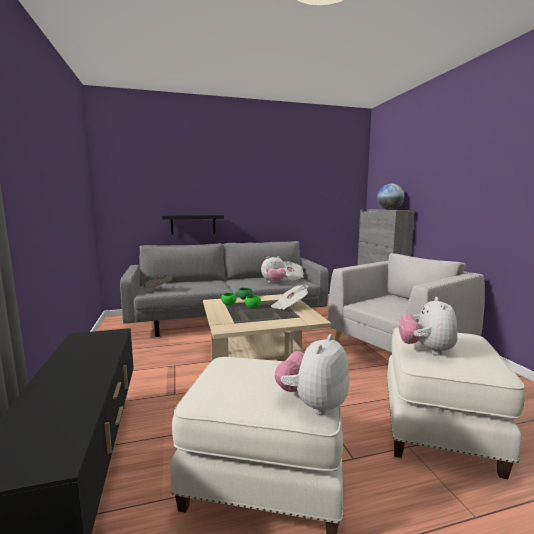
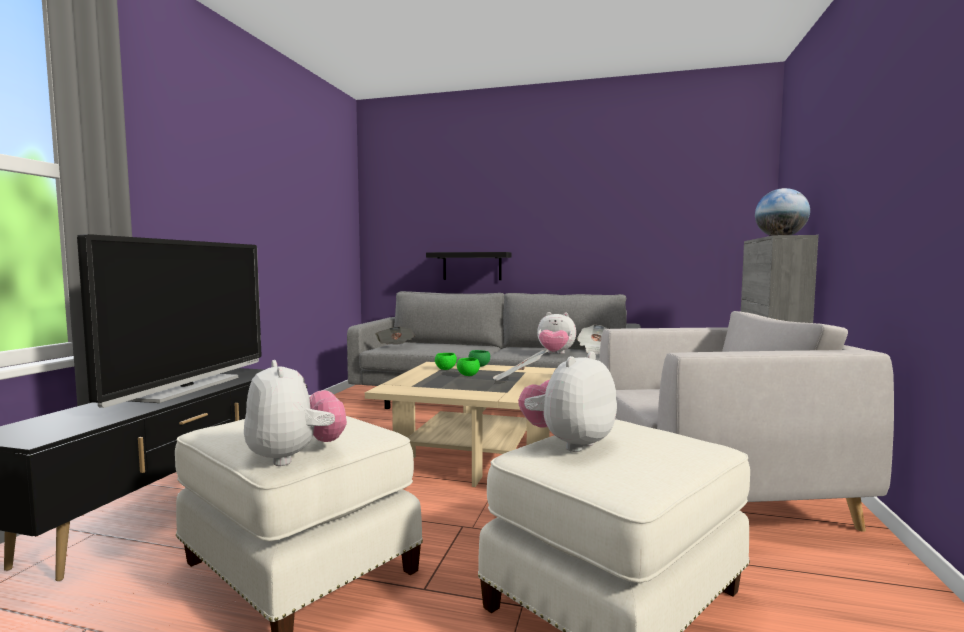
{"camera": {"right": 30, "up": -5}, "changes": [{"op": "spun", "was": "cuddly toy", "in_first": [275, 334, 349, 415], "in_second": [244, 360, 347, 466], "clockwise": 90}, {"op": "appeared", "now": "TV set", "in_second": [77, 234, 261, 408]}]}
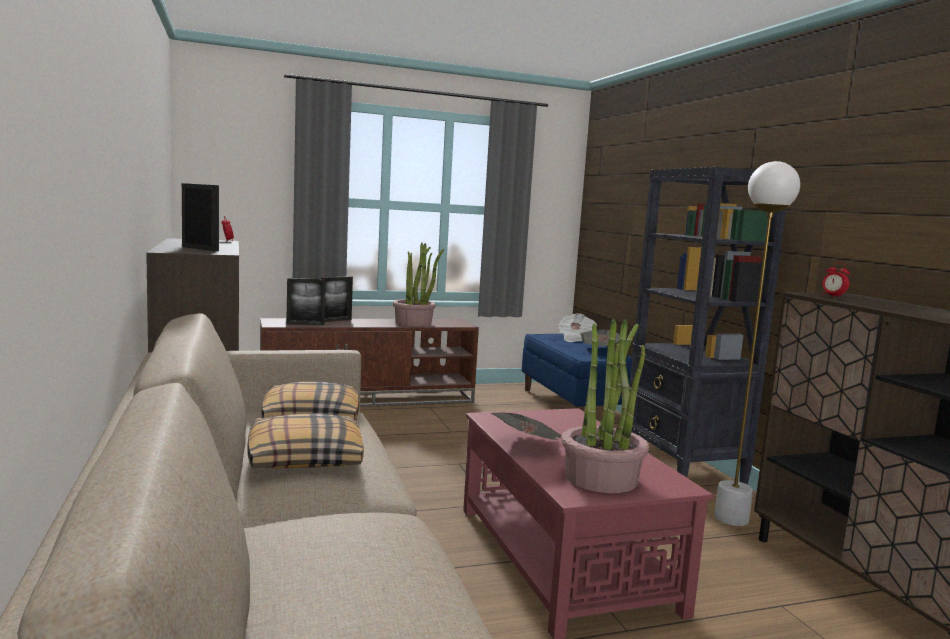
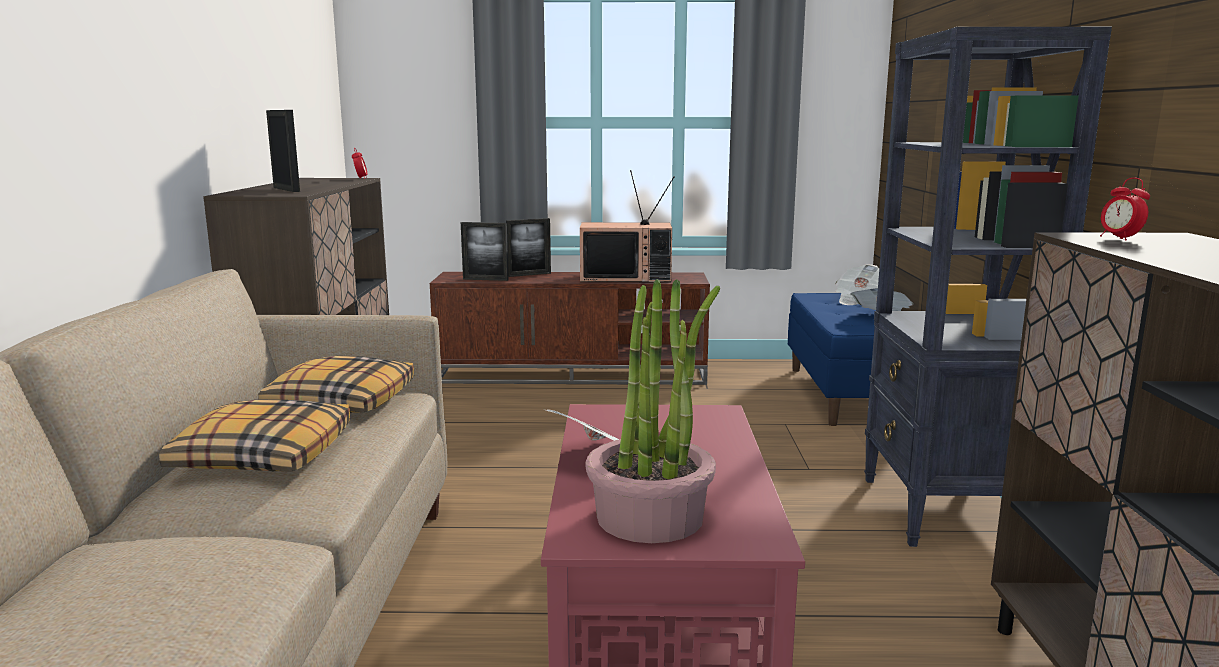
{"camera": {"right": 20, "up": 5}, "changes": [{"op": "exchanged", "was": "potted plant", "now": "TV set", "in_first": [393, 243, 444, 326], "in_second": [580, 170, 675, 282]}, {"op": "missing", "was": "floor lamp in white", "in_first": [714, 161, 800, 526]}]}
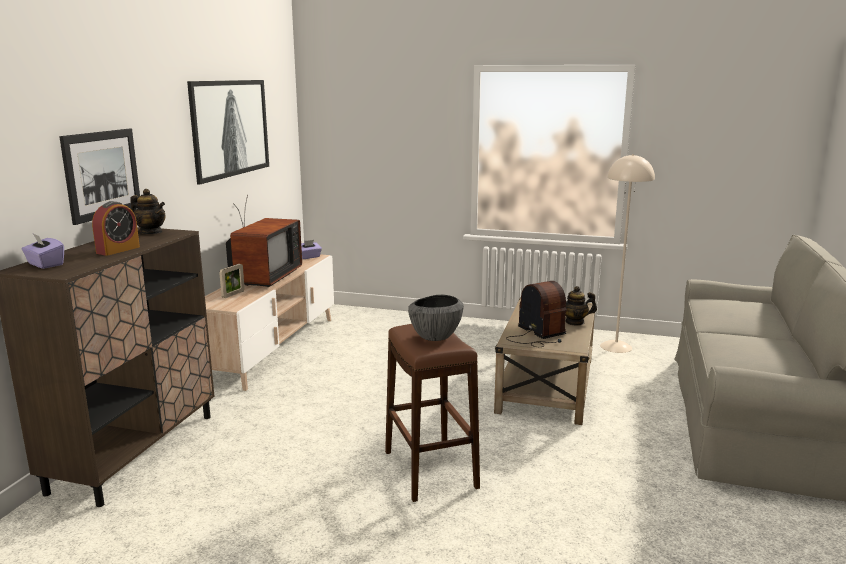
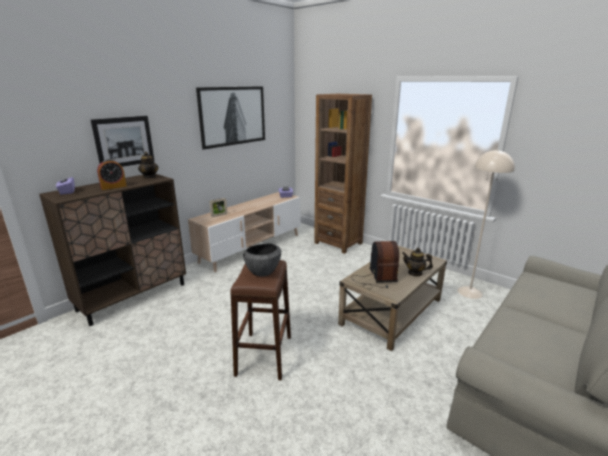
{"camera": {"right": 25, "up": 5}, "changes": [{"op": "missing", "was": "TV set", "in_first": [226, 195, 302, 287]}, {"op": "appeared", "now": "bookcase in brown", "in_second": [314, 94, 372, 254]}]}
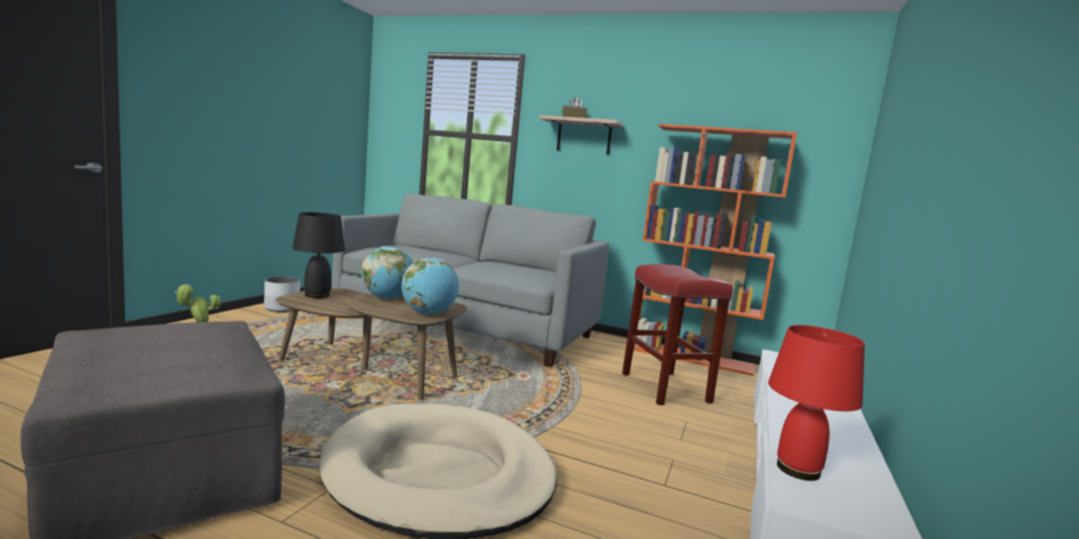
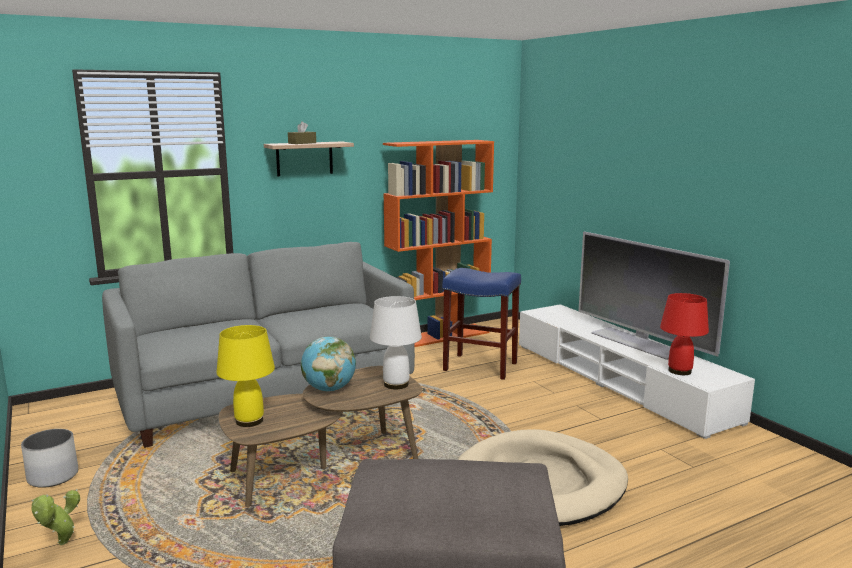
{"camera": {"right": -50, "up": 5}, "changes": [{"op": "colour", "was": "table lamp in black-coloured", "now": "table lamp in yellow", "in_first": [292, 212, 345, 298], "in_second": [216, 325, 275, 427]}, {"op": "exchanged", "was": "world globe", "now": "table lamp in white", "in_first": [402, 258, 459, 315], "in_second": [370, 296, 422, 389]}, {"op": "colour", "was": "stool in red-coloured", "now": "stool in blue-coloured", "in_first": [622, 264, 733, 405], "in_second": [442, 268, 521, 380]}, {"op": "appeared", "now": "TV set", "in_second": [578, 231, 730, 360]}]}
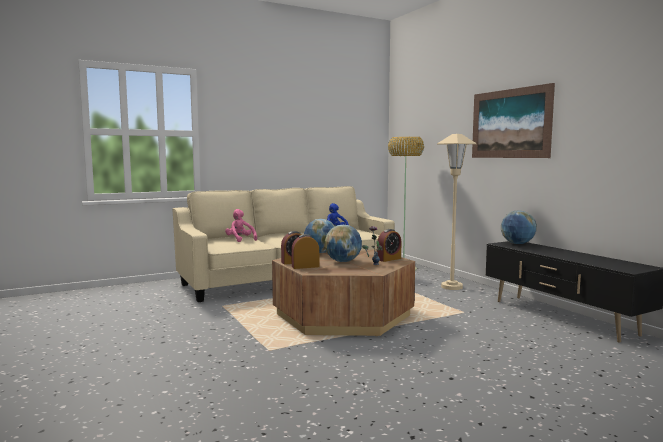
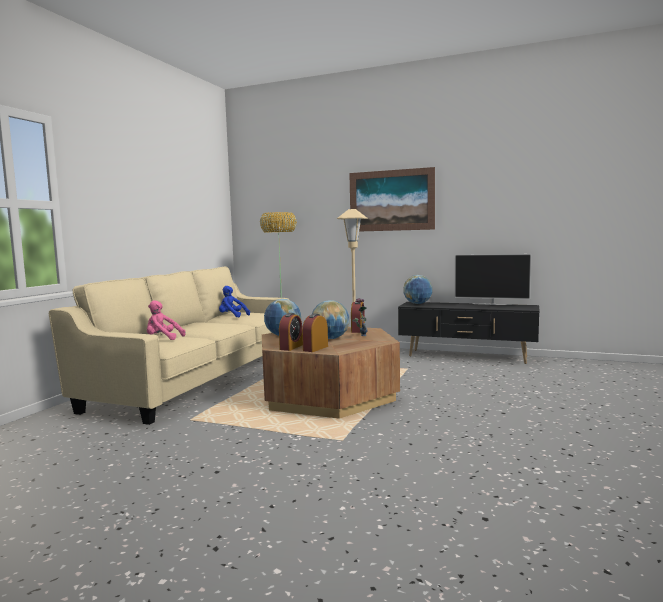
{"camera": {"right": -40, "up": 0}, "changes": [{"op": "appeared", "now": "TV set", "in_second": [454, 254, 531, 305]}]}
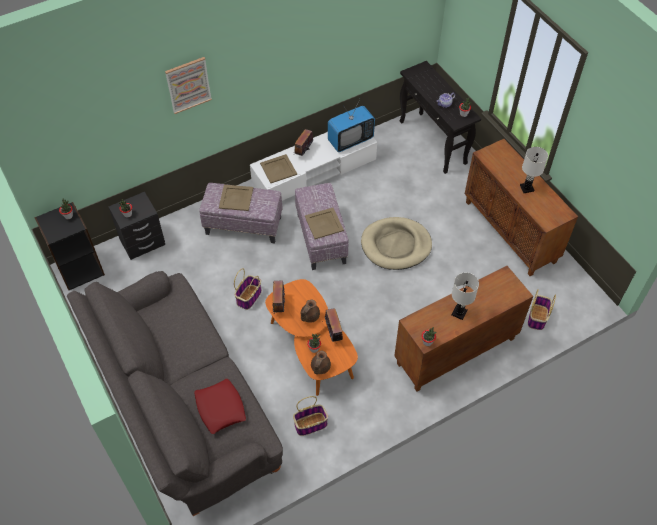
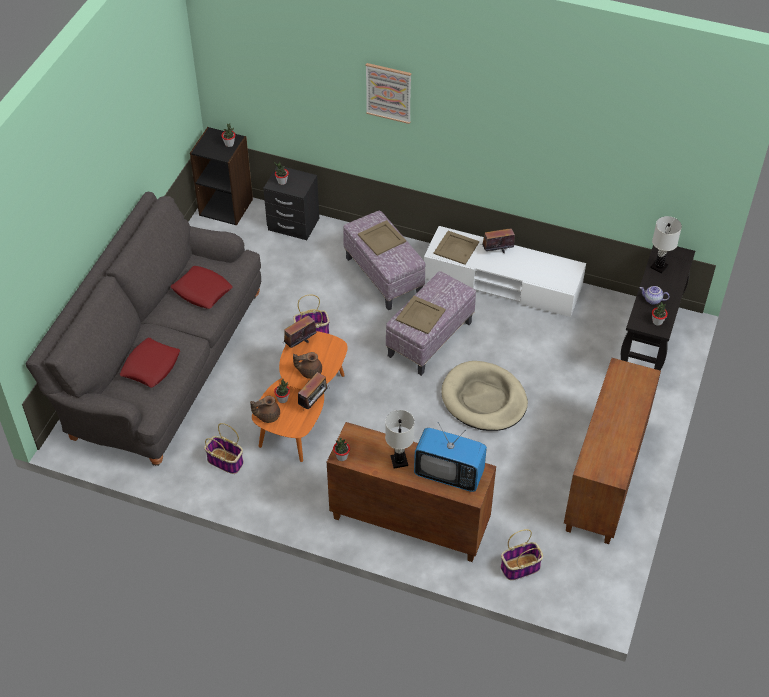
{"camera": {"right": 50, "up": -5}, "changes": [{"op": "relocated", "was": "TV set", "in_first": [328, 99, 375, 152], "in_second": [414, 422, 487, 492]}, {"op": "relocated", "was": "table lamp in white", "in_first": [520, 147, 548, 193], "in_second": [650, 216, 682, 274]}, {"op": "appeared", "now": "cushion in red-coloured", "in_second": [170, 266, 233, 309]}]}
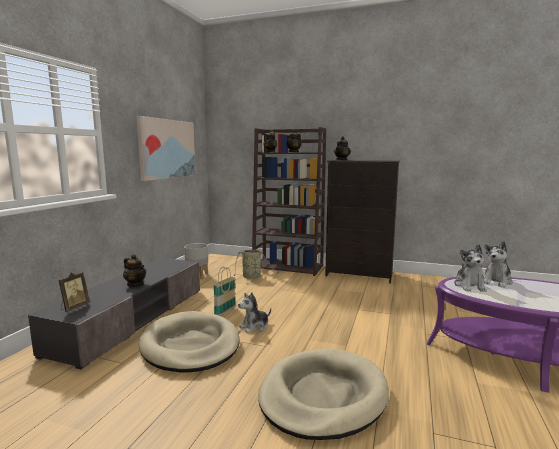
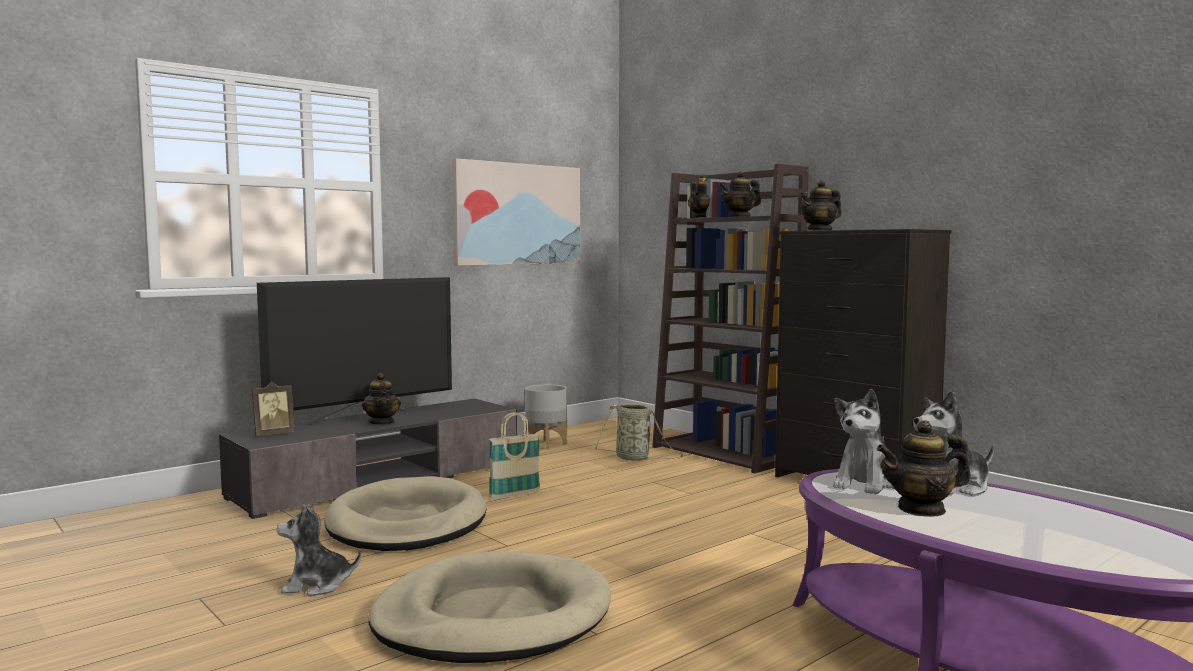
{"camera": {"right": 30, "up": -5}, "changes": [{"op": "relocated", "was": "cuddly toy", "in_first": [238, 292, 271, 333], "in_second": [277, 504, 361, 596]}, {"op": "appeared", "now": "TV set", "in_second": [257, 277, 452, 425]}, {"op": "appeared", "now": "pot for tea", "in_second": [877, 420, 971, 517]}]}
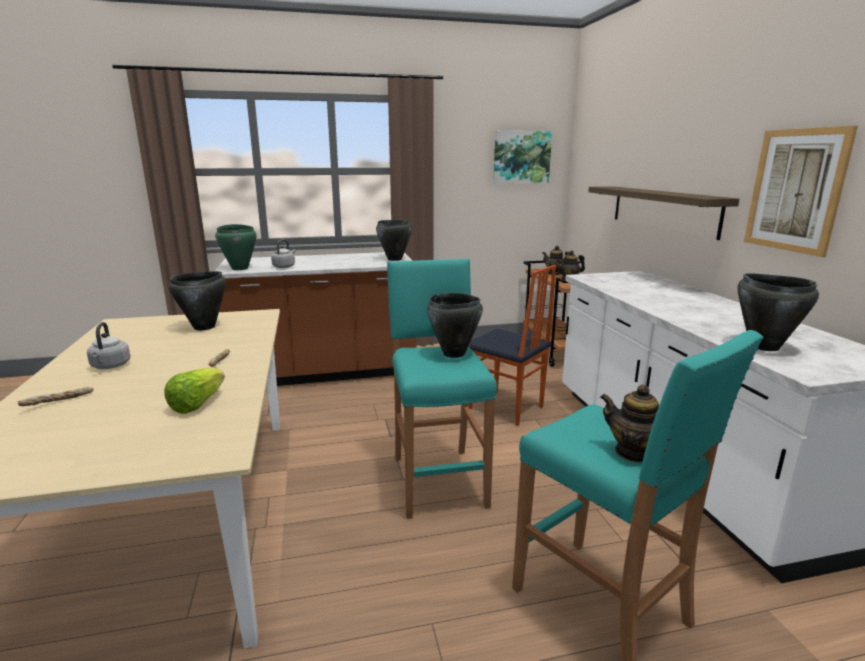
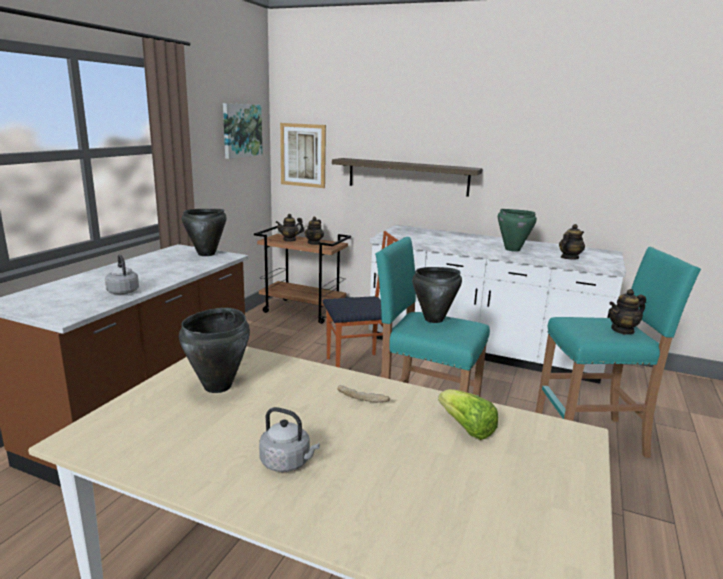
{"camera": {"right": -55, "up": 0}, "changes": [{"op": "missing", "was": "bread", "in_first": [18, 387, 94, 406]}, {"op": "relocated", "was": "cooking pot in green-coloured", "in_first": [215, 224, 256, 270], "in_second": [498, 209, 537, 252]}, {"op": "exchanged", "was": "cooking pot in black-coloured", "now": "pot for tea", "in_first": [738, 273, 819, 351], "in_second": [559, 224, 585, 259]}, {"op": "relocated", "was": "wall picture", "in_first": [744, 126, 858, 257], "in_second": [280, 123, 326, 188]}]}
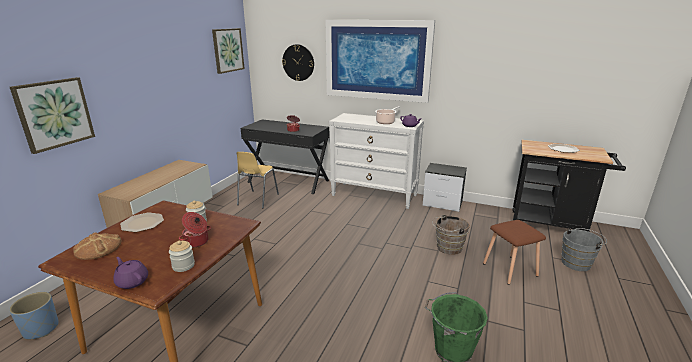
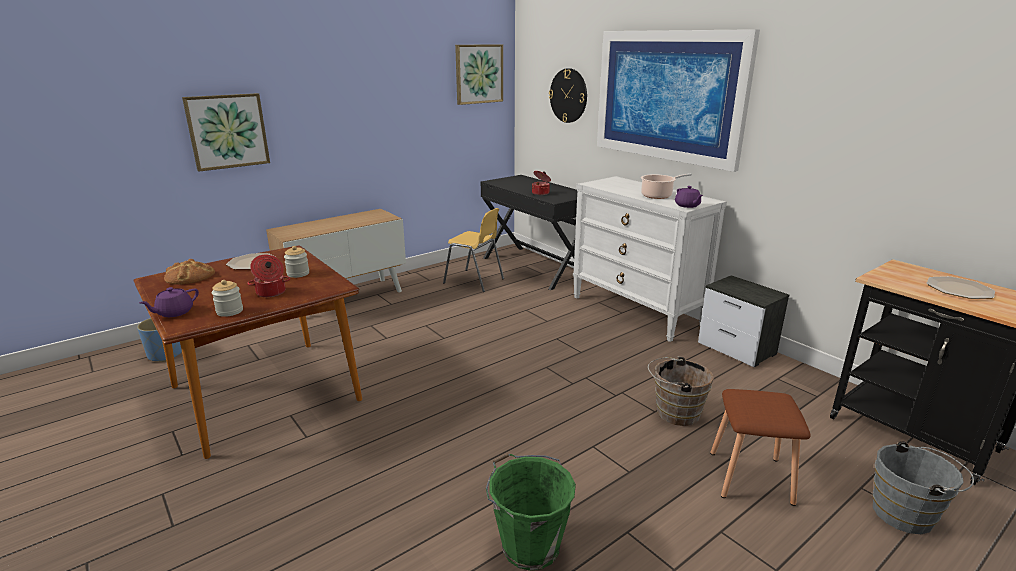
{"camera": {"right": 30, "up": 0}, "changes": [{"op": "spun", "was": "pot for tea in purplish", "in_first": [114, 257, 148, 289], "in_second": [139, 287, 199, 317], "clockwise": -120}, {"op": "spun", "was": "chair in yellow", "in_first": [236, 152, 279, 208], "in_second": [443, 208, 504, 292], "clockwise": -105}]}
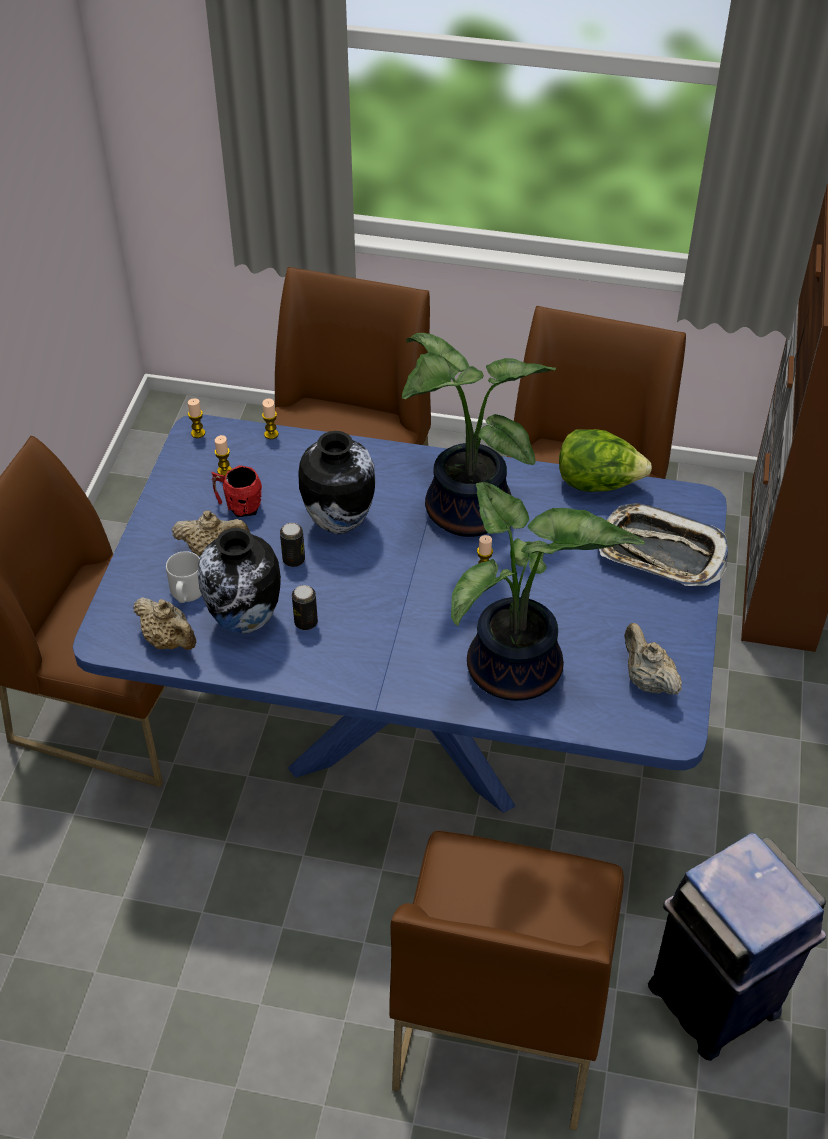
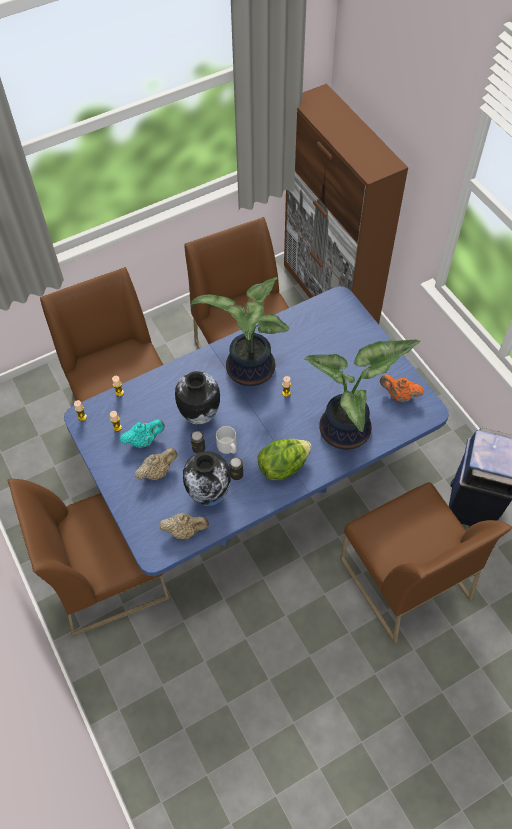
{"camera": {"right": -40, "up": 10}, "changes": [{"op": "relocated", "was": "coffee mug in gray", "in_first": [166, 551, 202, 603], "in_second": [216, 426, 237, 454]}, {"op": "exchanged", "was": "coffee mug in red-coloured", "now": "pot for tea in turquoise-coloured", "in_first": [212, 465, 262, 517], "in_second": [120, 419, 165, 448]}, {"op": "relocated", "was": "lettuce head", "in_first": [559, 429, 652, 492], "in_second": [257, 439, 312, 481]}, {"op": "missing", "was": "carrying tray", "in_first": [599, 503, 728, 586]}, {"op": "colour", "was": "pot for tea in sand-coloured", "now": "pot for tea in orange", "in_first": [625, 623, 682, 695], "in_second": [380, 374, 424, 402]}]}
